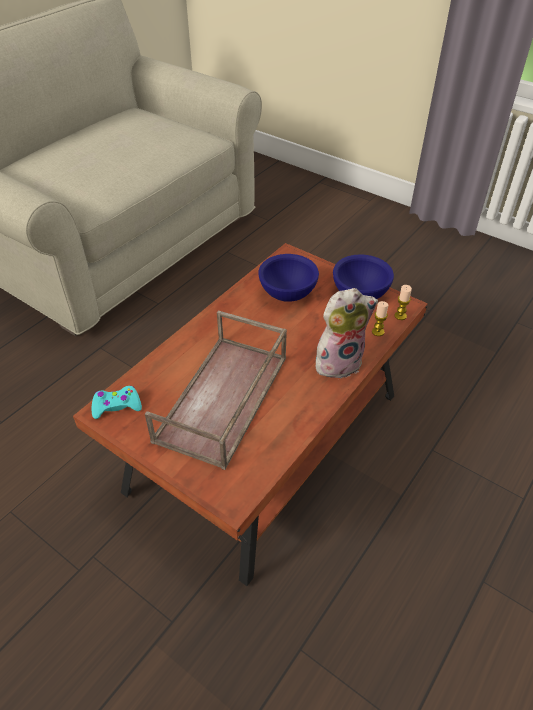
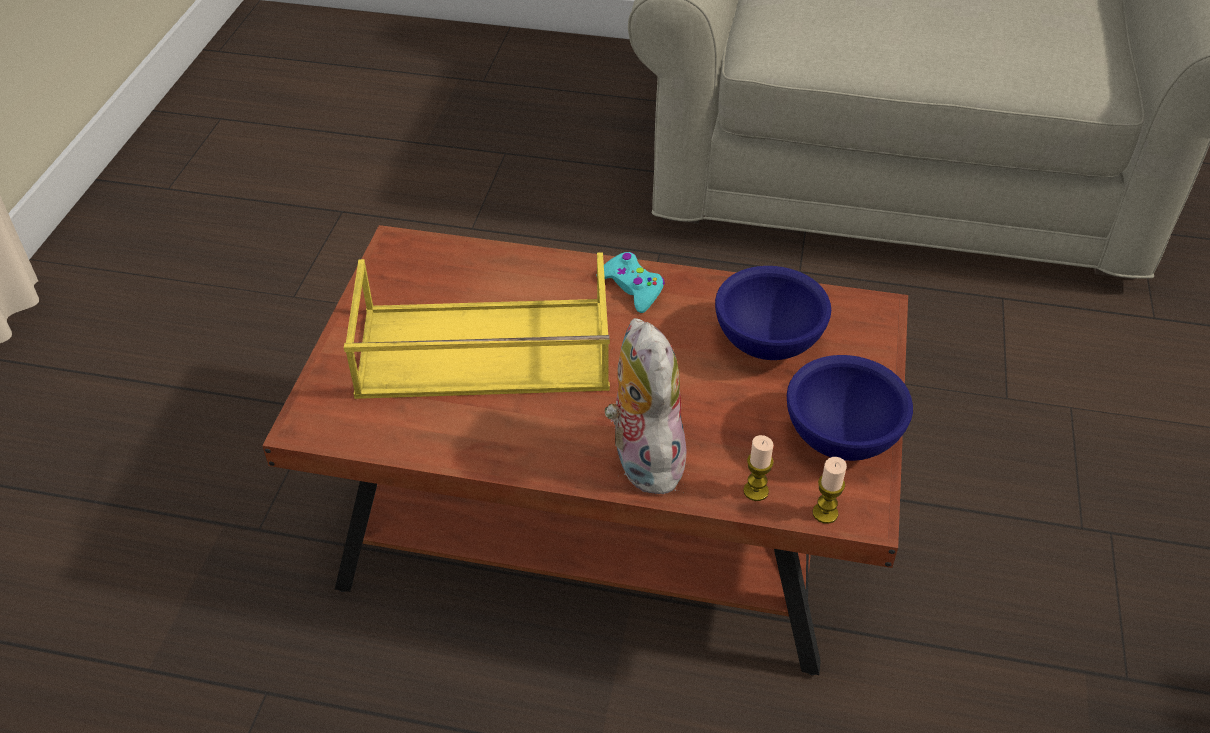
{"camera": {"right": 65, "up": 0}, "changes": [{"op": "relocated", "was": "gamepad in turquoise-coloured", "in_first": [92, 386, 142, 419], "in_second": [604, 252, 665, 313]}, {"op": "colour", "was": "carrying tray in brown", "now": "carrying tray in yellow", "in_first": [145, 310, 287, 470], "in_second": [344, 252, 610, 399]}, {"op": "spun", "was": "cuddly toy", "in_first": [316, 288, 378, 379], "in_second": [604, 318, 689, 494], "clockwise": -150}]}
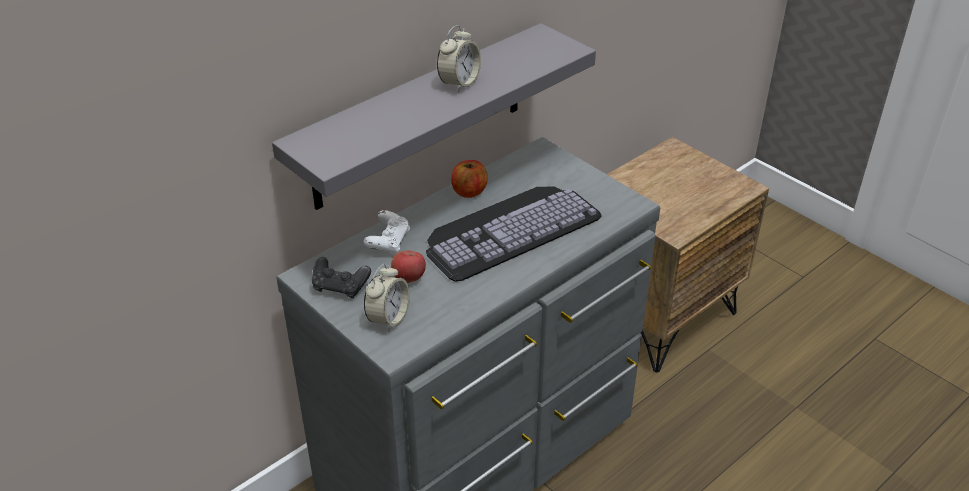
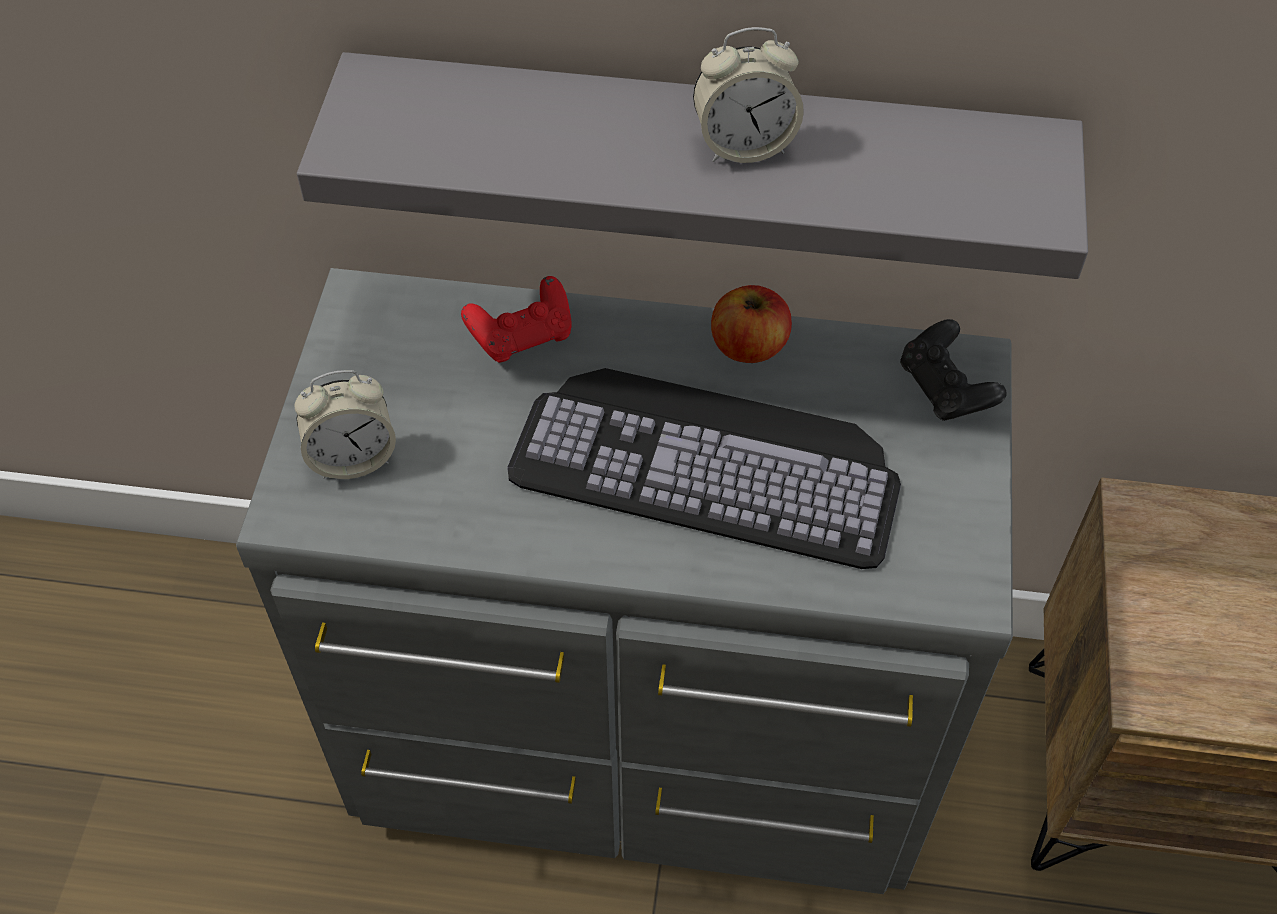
{"camera": {"right": 50, "up": 15}, "changes": [{"op": "relocated", "was": "gamepad in black-coloured", "in_first": [312, 257, 371, 298], "in_second": [900, 319, 1007, 421]}, {"op": "colour", "was": "gamepad in white", "now": "gamepad in red-coloured", "in_first": [364, 210, 410, 255], "in_second": [461, 276, 572, 363]}, {"op": "missing", "was": "apple", "in_first": [391, 251, 426, 283]}]}
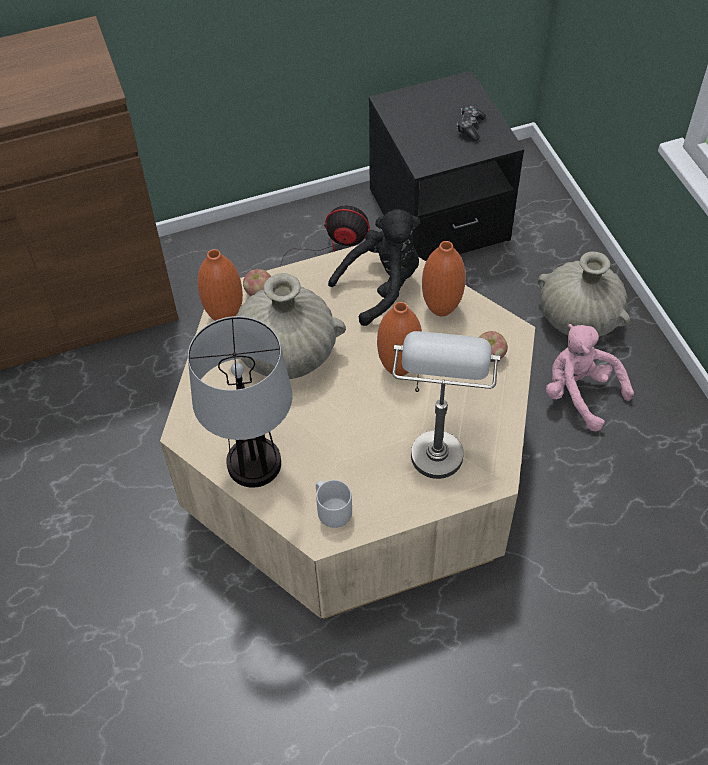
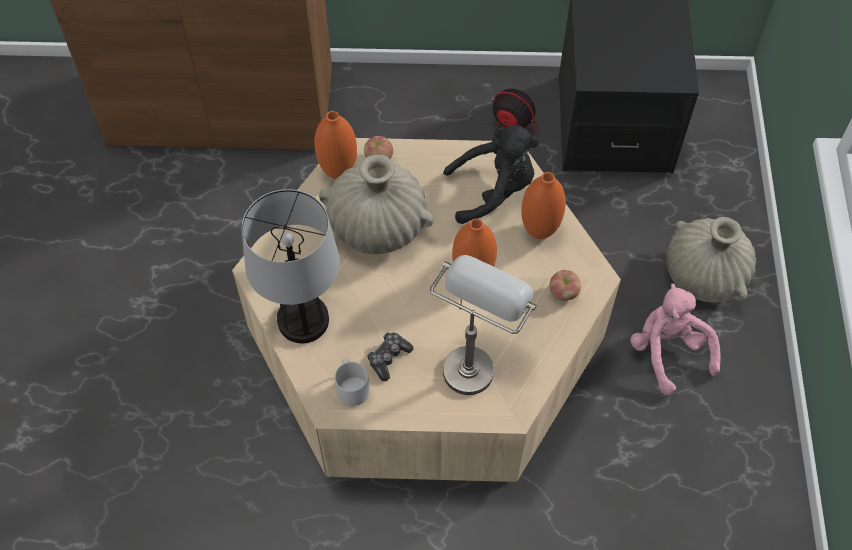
{"camera": {"right": 20, "up": 5}, "changes": [{"op": "relocated", "was": "gamepad", "in_first": [457, 105, 486, 141], "in_second": [367, 333, 414, 381]}]}
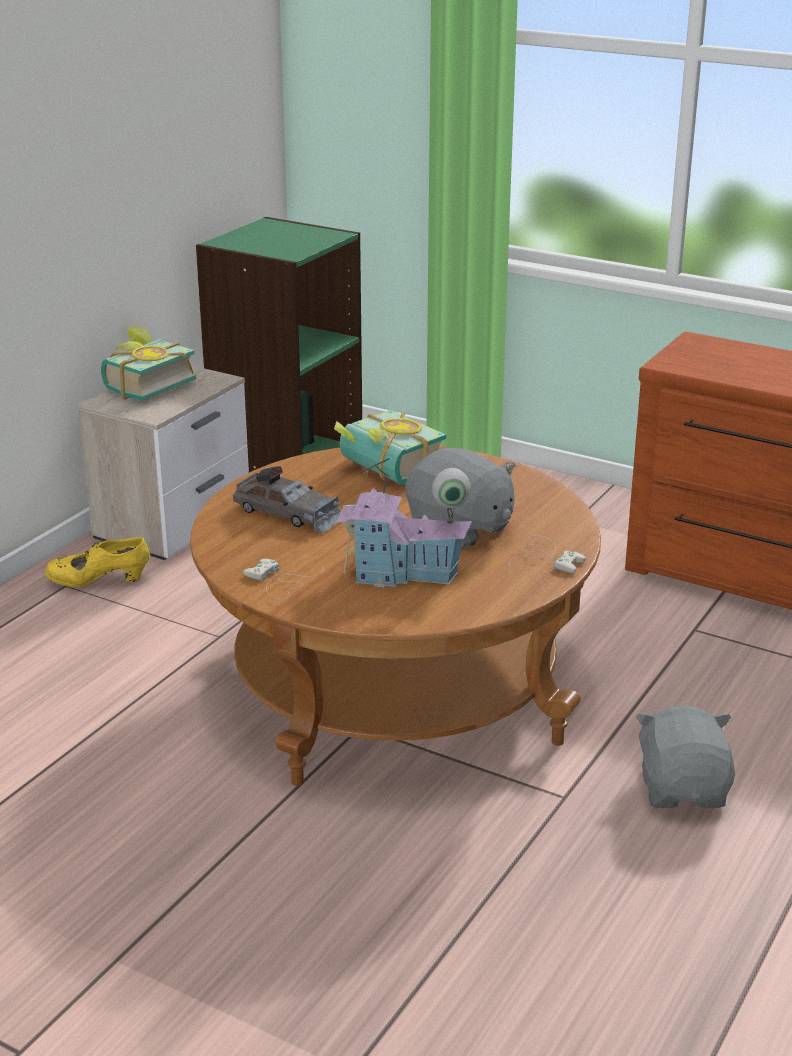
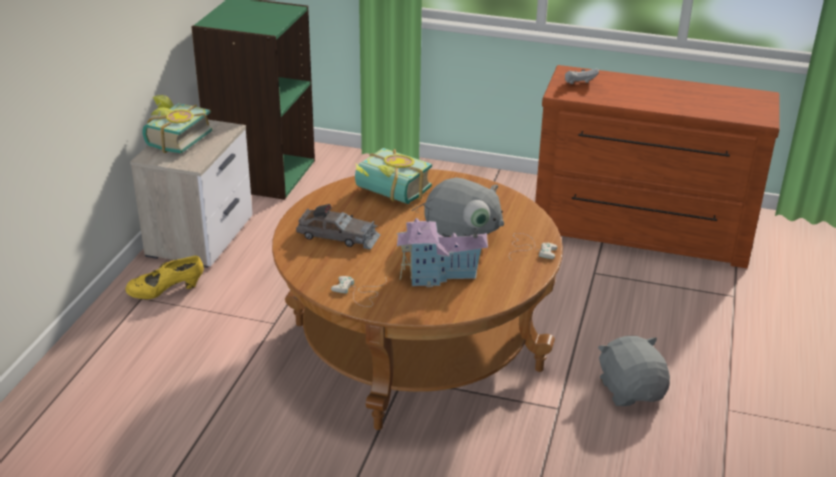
{"camera": {"right": -15, "up": 5}, "changes": [{"op": "appeared", "now": "gamepad in white", "in_second": [565, 69, 599, 84]}]}
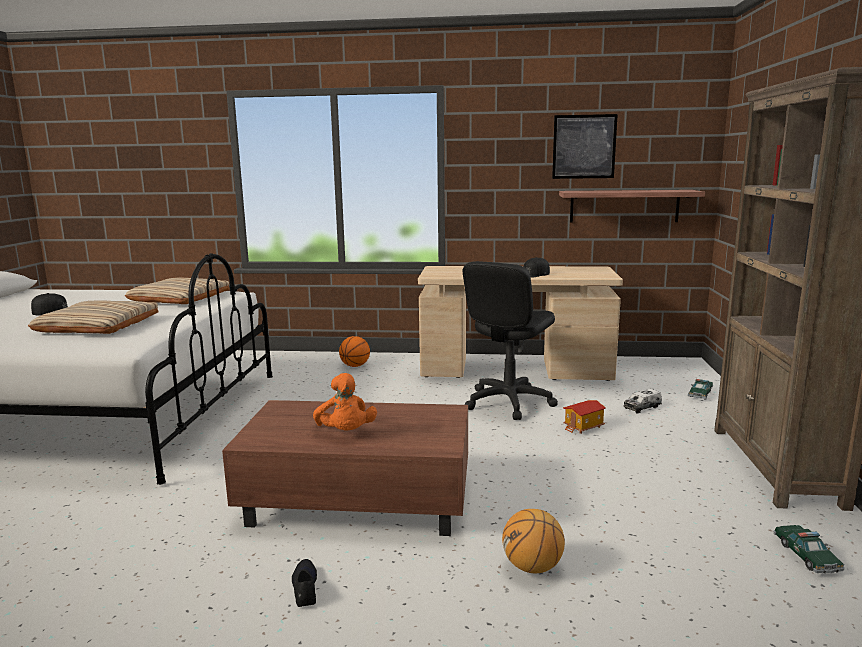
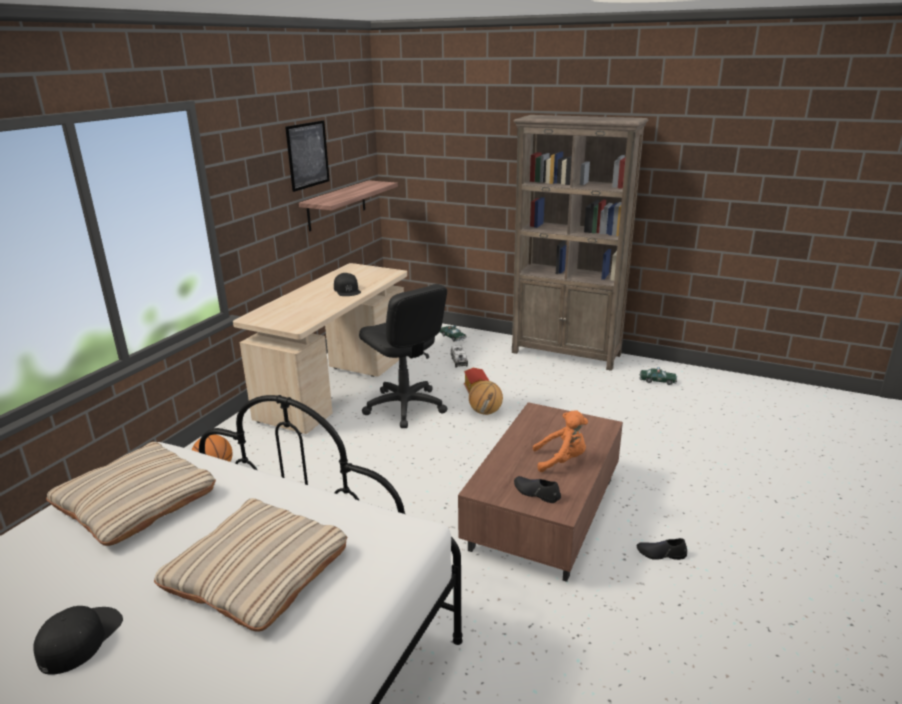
{"camera": {"right": -70, "up": 10}, "changes": [{"op": "relocated", "was": "basketball ball", "in_first": [502, 509, 565, 574], "in_second": [469, 381, 503, 415]}, {"op": "appeared", "now": "item of footwear in black-coloured", "in_second": [514, 476, 561, 503]}]}
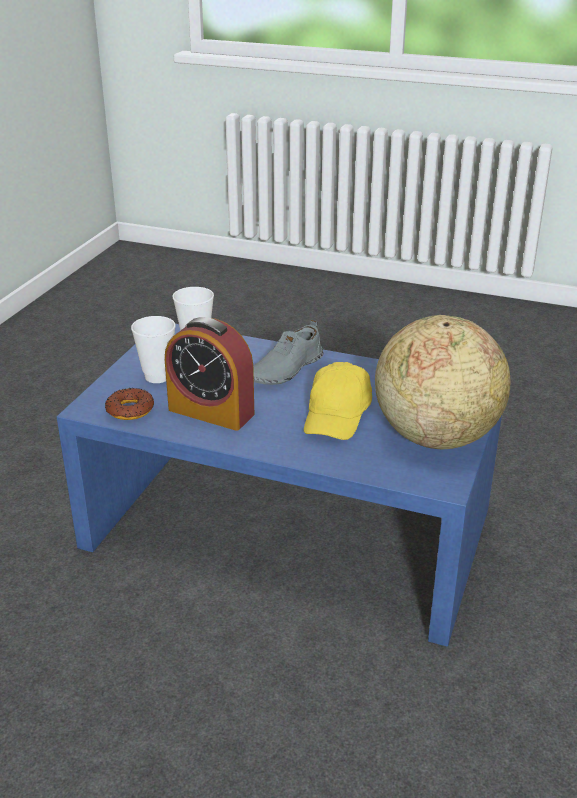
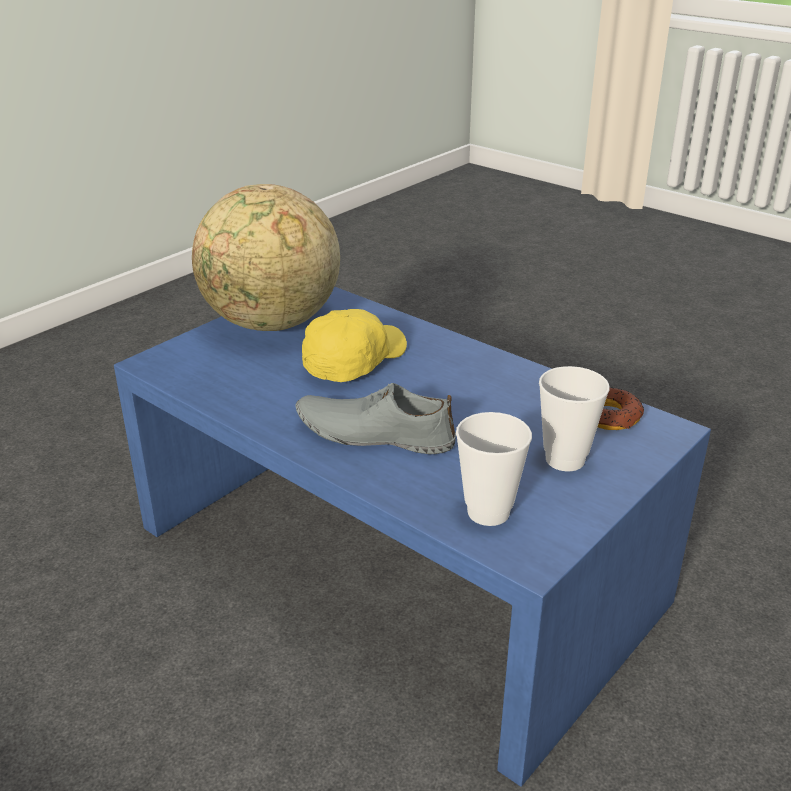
{"camera": {"right": -160, "up": 0}, "changes": [{"op": "missing", "was": "table clock", "in_first": [165, 317, 254, 431]}, {"op": "spun", "was": "item of footwear in gray", "in_first": [253, 320, 323, 385], "in_second": [296, 383, 456, 454], "clockwise": -135}]}
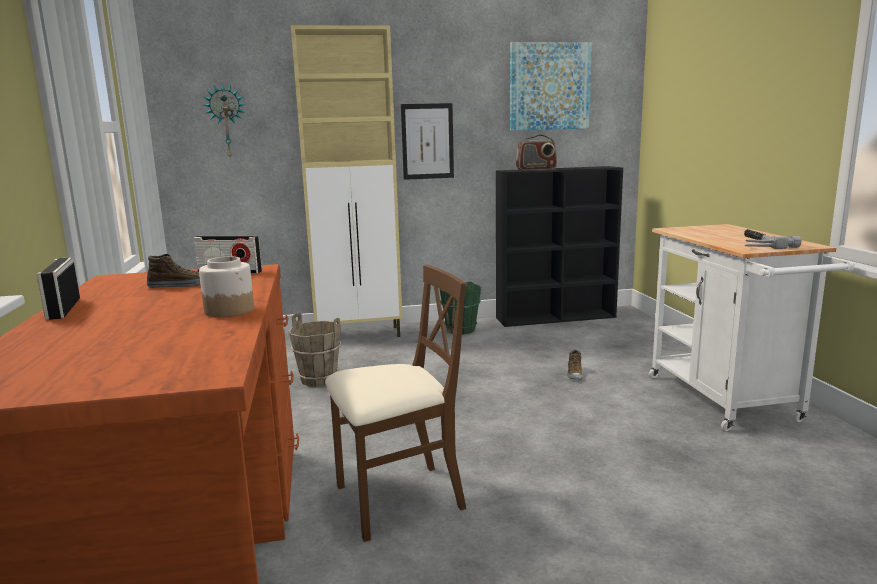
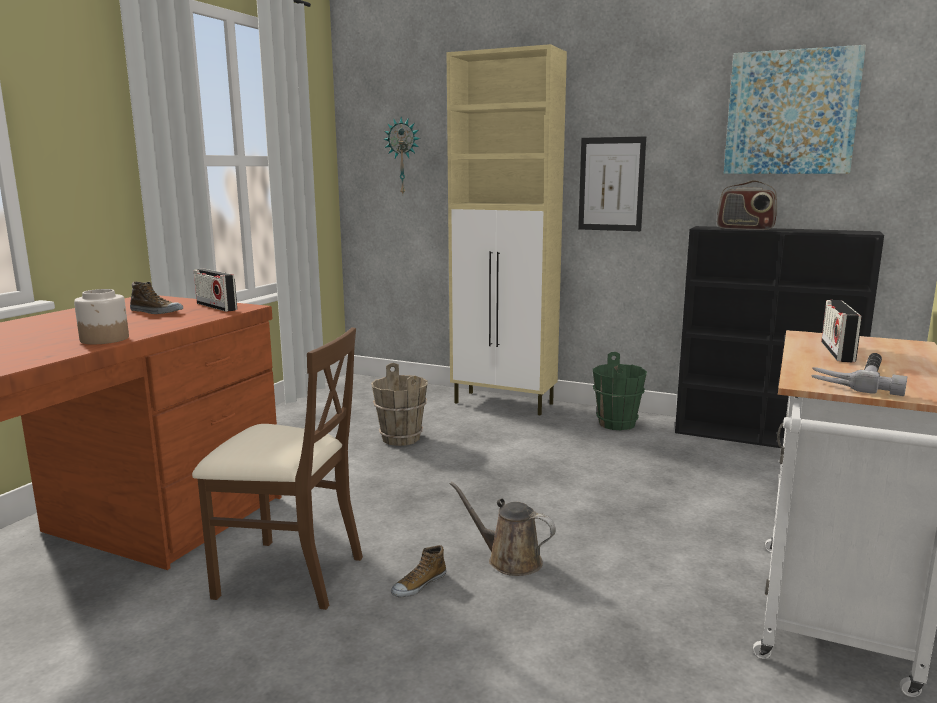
{"camera": {"right": 35, "up": 0}, "changes": [{"op": "relocated", "was": "radio receiver", "in_first": [37, 257, 80, 320], "in_second": [821, 300, 862, 362]}, {"op": "relocated", "was": "item of footwear", "in_first": [567, 350, 583, 380], "in_second": [391, 545, 446, 597]}, {"op": "appeared", "now": "watering pot in brown", "in_second": [450, 481, 556, 576]}]}
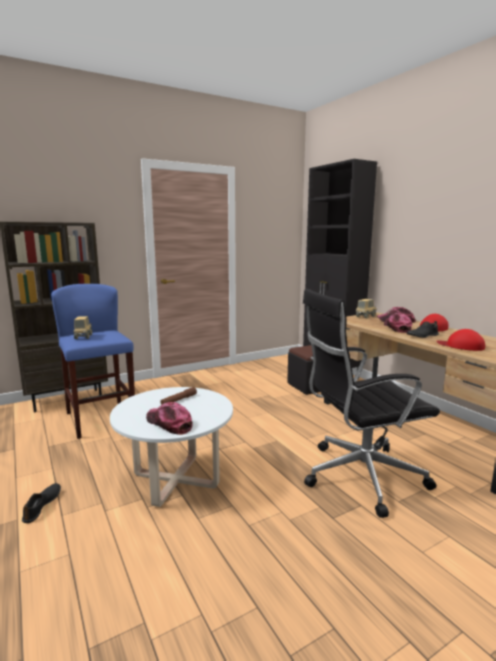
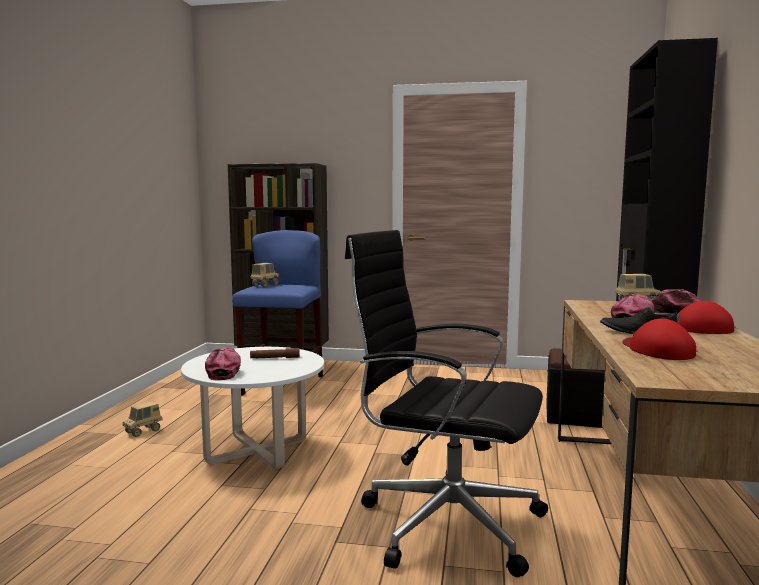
{"camera": {"right": 40, "up": -5}, "changes": [{"op": "exchanged", "was": "item of footwear in black-coloured", "now": "model truck", "in_first": [22, 483, 61, 523], "in_second": [122, 401, 163, 437]}]}
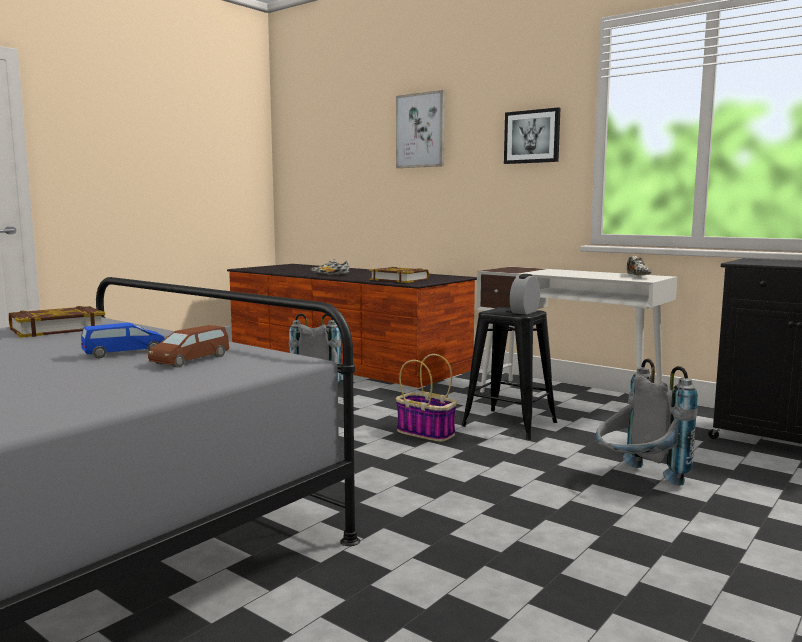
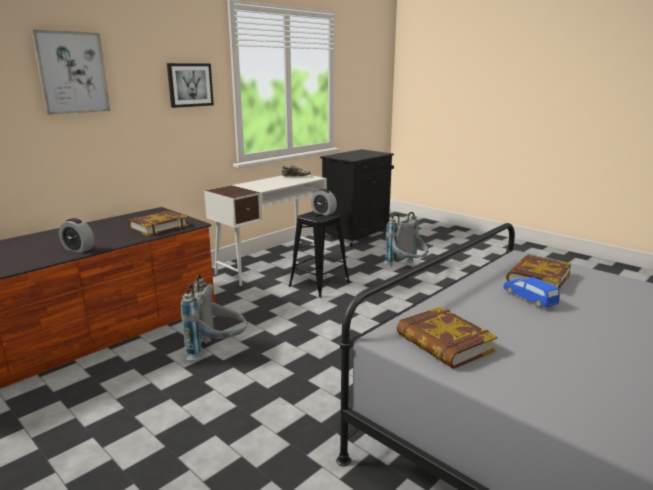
{"camera": {"right": -85, "up": 10}, "changes": [{"op": "exchanged", "was": "miniature car in brown", "now": "bound book", "in_first": [148, 325, 229, 367], "in_second": [506, 255, 572, 289]}, {"op": "exchanged", "was": "item of footwear", "now": "table clock", "in_first": [311, 259, 349, 275], "in_second": [59, 218, 94, 253]}, {"op": "missing", "was": "storage basket", "in_first": [396, 354, 457, 442]}]}
